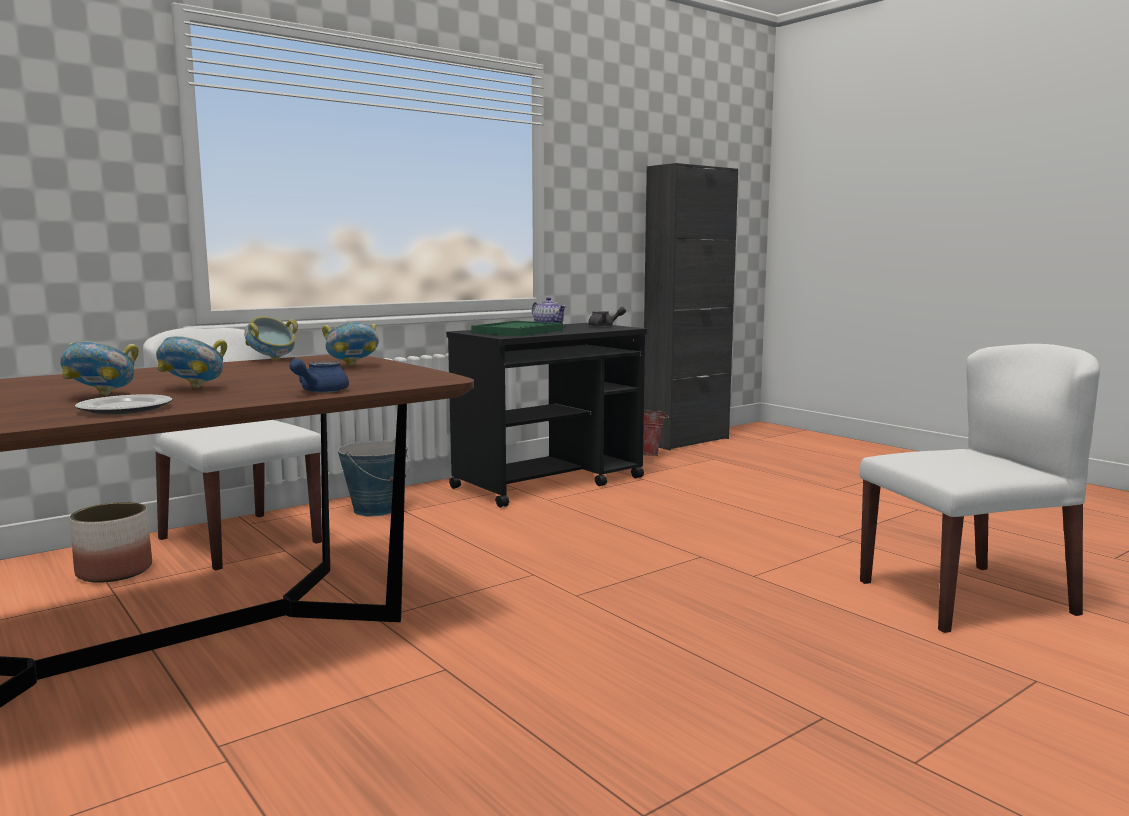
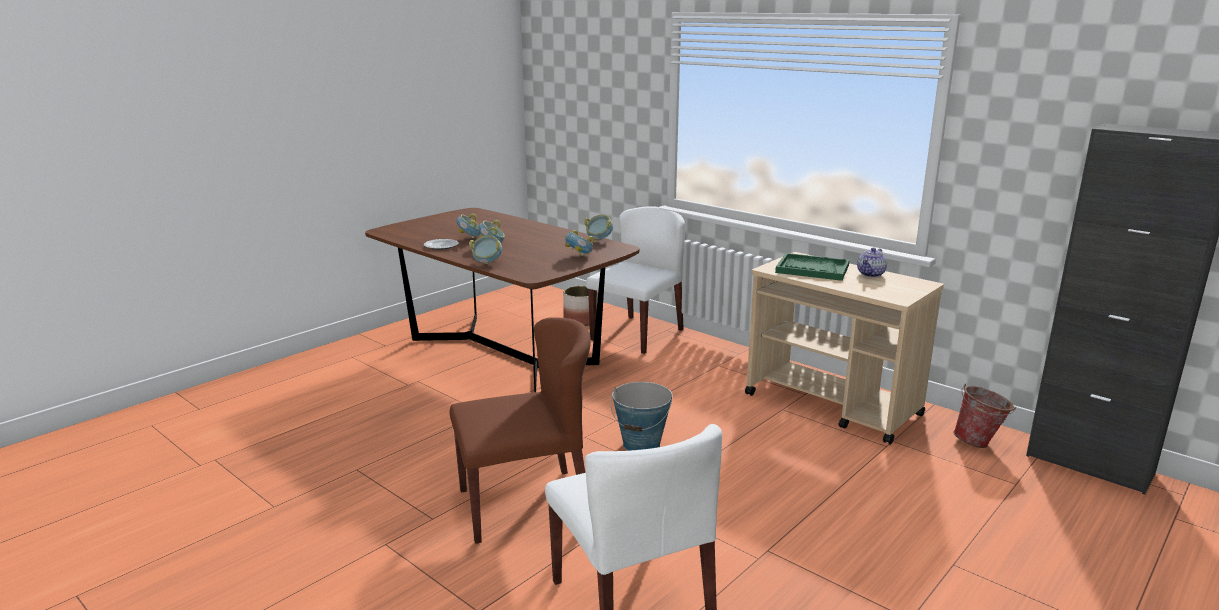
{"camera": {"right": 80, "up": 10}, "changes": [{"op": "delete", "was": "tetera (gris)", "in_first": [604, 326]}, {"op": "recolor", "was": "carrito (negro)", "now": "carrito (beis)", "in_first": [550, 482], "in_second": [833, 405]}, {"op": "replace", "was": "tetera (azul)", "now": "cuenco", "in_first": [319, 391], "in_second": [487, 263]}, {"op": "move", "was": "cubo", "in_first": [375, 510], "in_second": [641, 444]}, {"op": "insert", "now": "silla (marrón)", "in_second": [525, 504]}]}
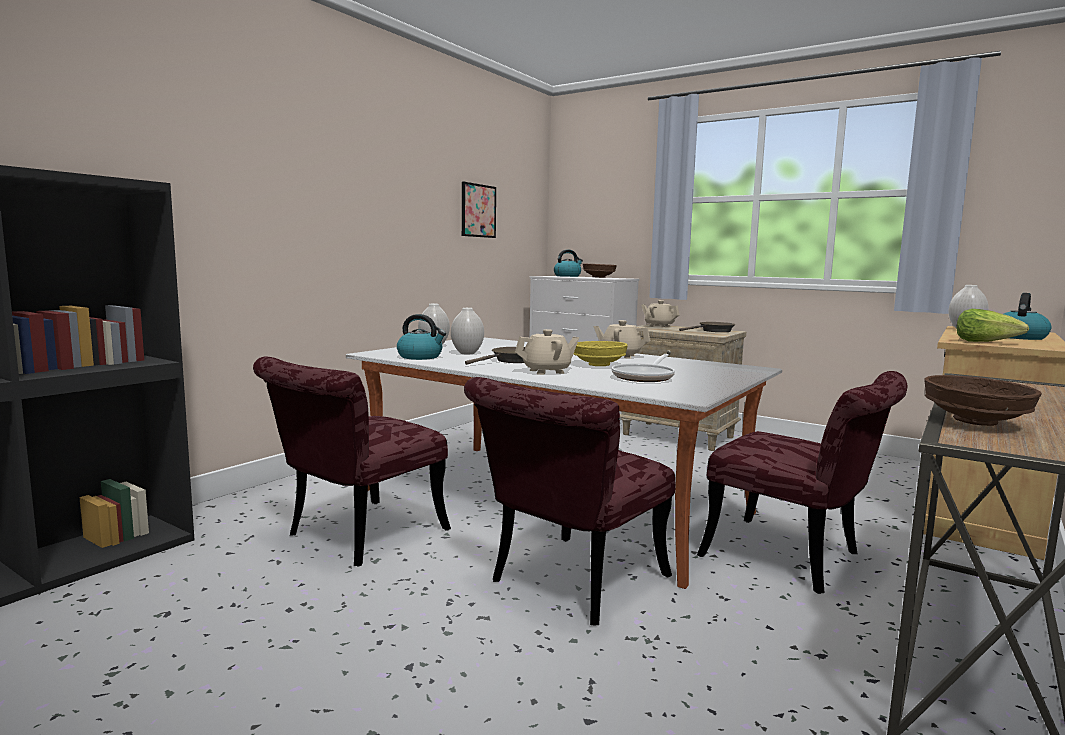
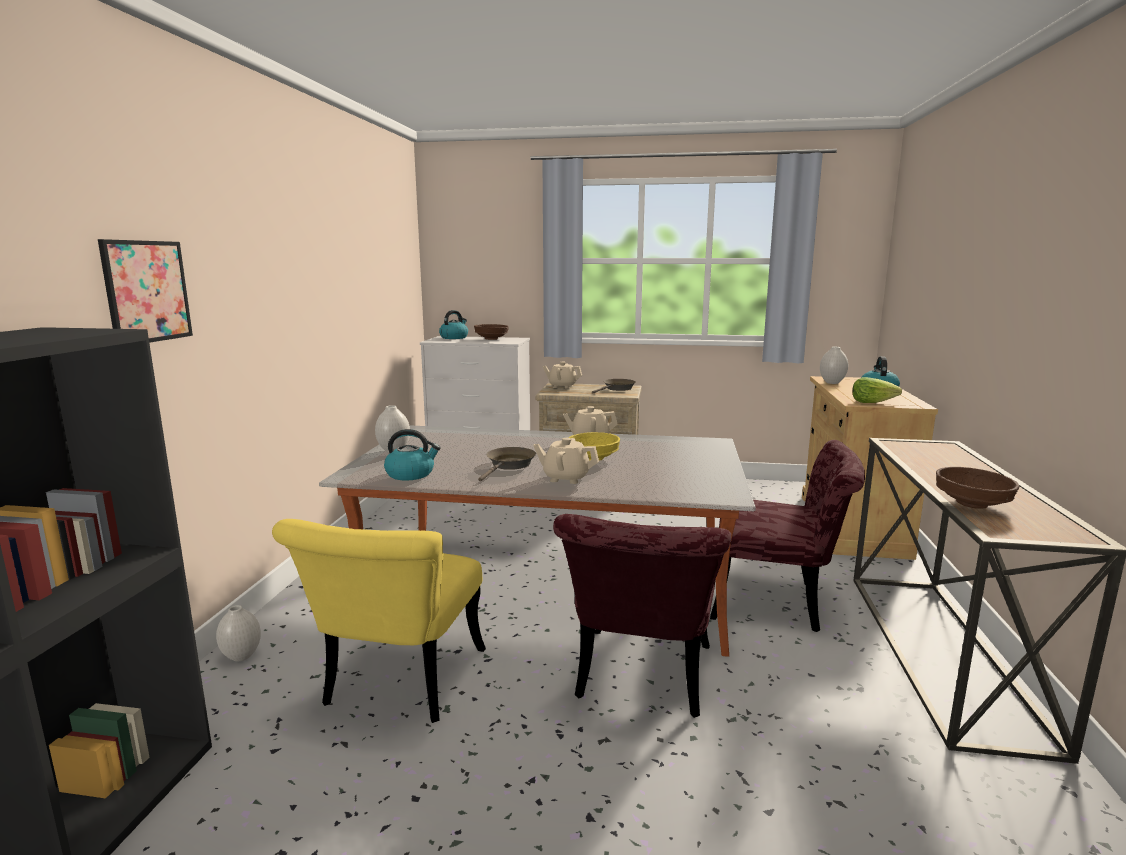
{"camera": {"right": -25, "up": 5}, "changes": [{"op": "move", "was": "cuadro", "in_first": [478, 210], "in_second": [147, 291]}, {"op": "move", "was": "florero (blanco)", "in_first": [466, 353], "in_second": [241, 656]}, {"op": "rotate", "was": "tetera (beis)", "in_first": [547, 371], "in_second": [566, 478], "clockwise": -120}, {"op": "delete", "was": "sartén", "in_first": [645, 377]}, {"op": "recolor", "was": "silla (rojo)", "now": "silla (amarillo)", "in_first": [355, 537], "in_second": [398, 687]}]}
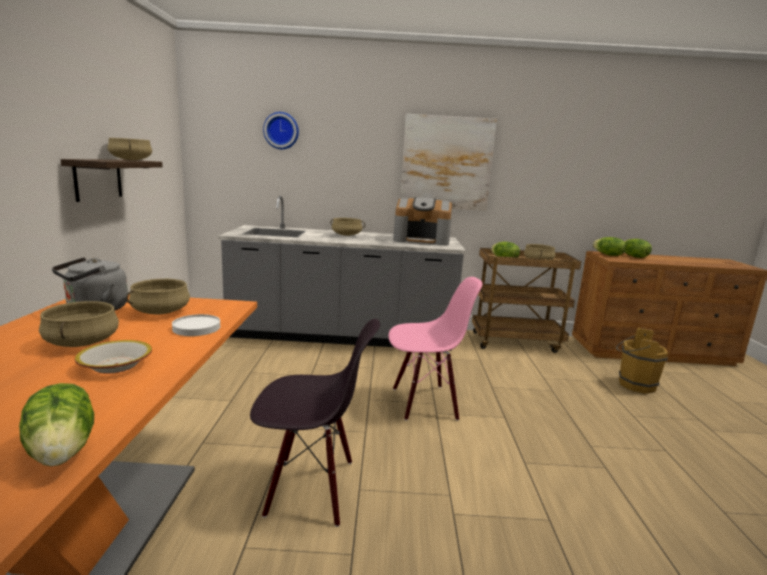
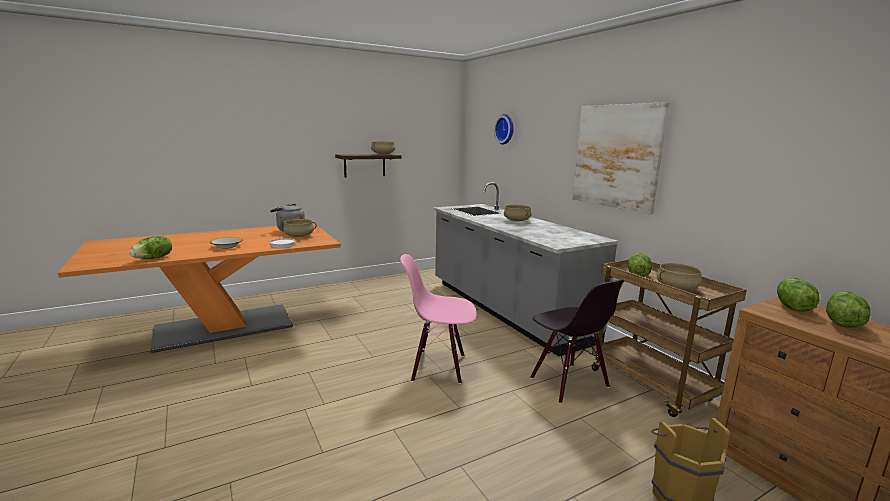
{"camera": {"right": 60, "up": 0}, "changes": [{"op": "delete", "was": "cafetera", "in_first": [422, 240]}, {"op": "rotate", "was": "silla (rosa)", "in_first": [424, 403], "in_second": [438, 367], "clockwise": 135}, {"op": "delete", "was": "olla (beis)", "in_first": [81, 342]}, {"op": "move", "was": "silla (negro)", "in_first": [311, 488], "in_second": [568, 383]}]}
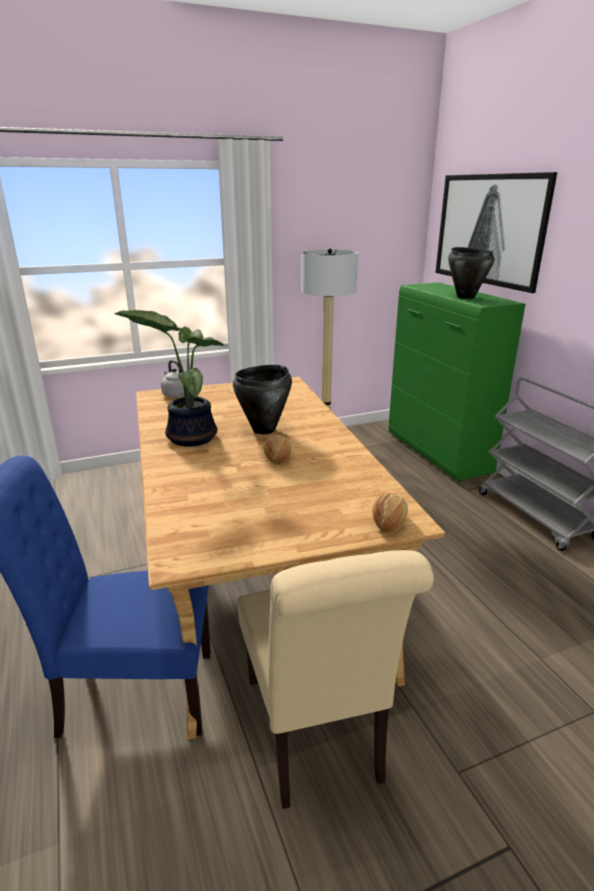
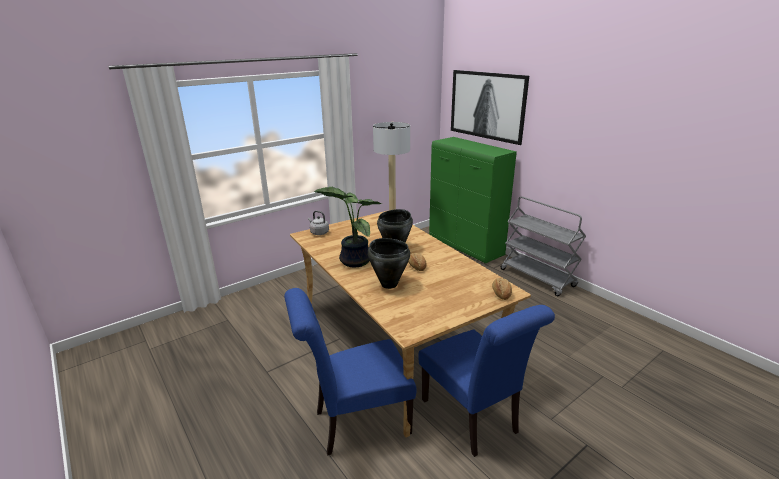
{"camera": {"right": -15, "up": 0}, "changes": [{"op": "move", "was": "olla (negro)", "in_first": [465, 297], "in_second": [389, 284]}, {"op": "recolor", "was": "silla (beis)", "now": "silla (azul)", "in_first": [316, 735], "in_second": [473, 419]}]}
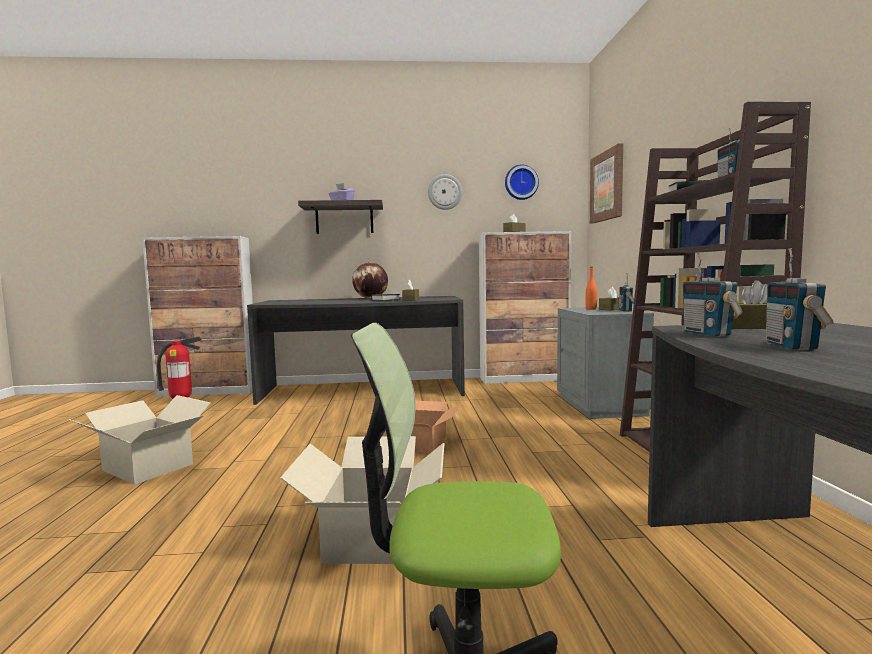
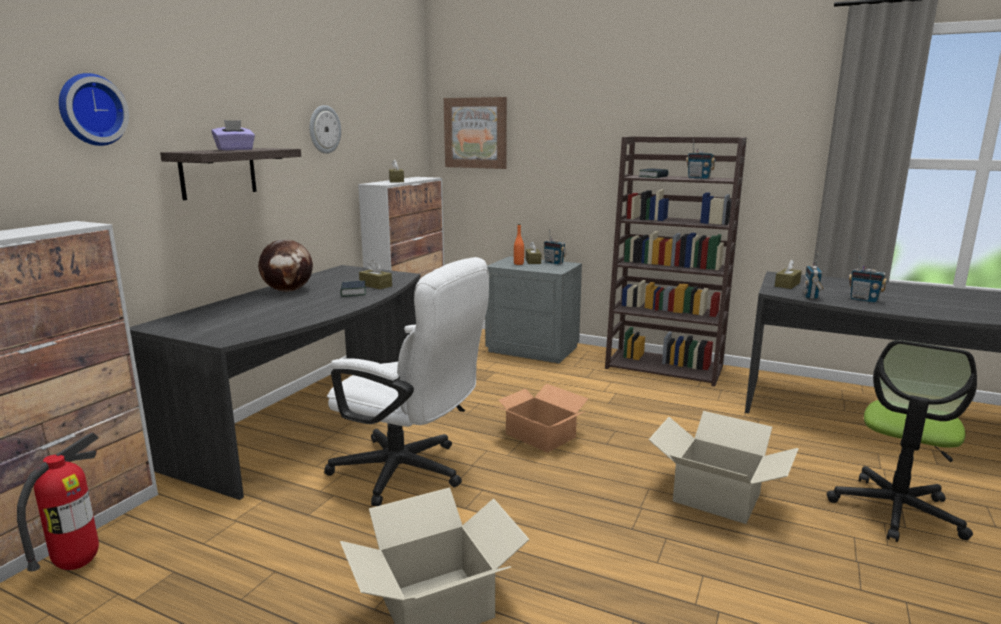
{"camera": {"right": -60, "up": 10}, "changes": [{"op": "move", "was": "reloj de pared", "in_first": [521, 182], "in_second": [90, 110]}, {"op": "rotate", "was": "radio", "in_first": [707, 334], "in_second": [810, 296], "clockwise": 90}, {"op": "insert", "now": "silla de oficina (blanco)", "in_second": [409, 473]}]}
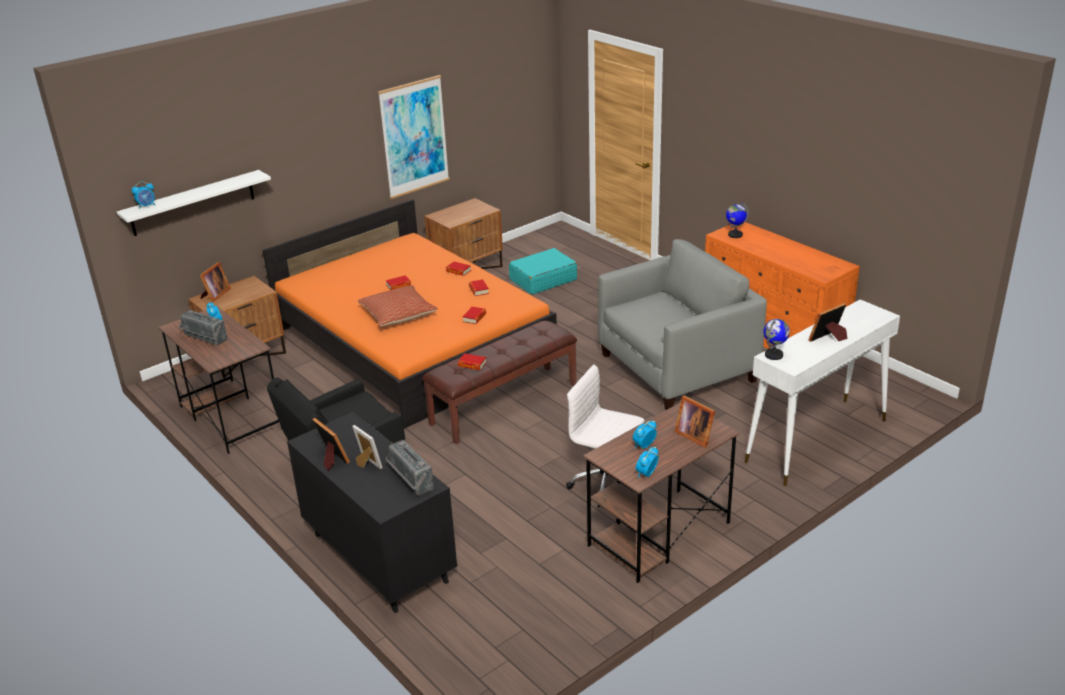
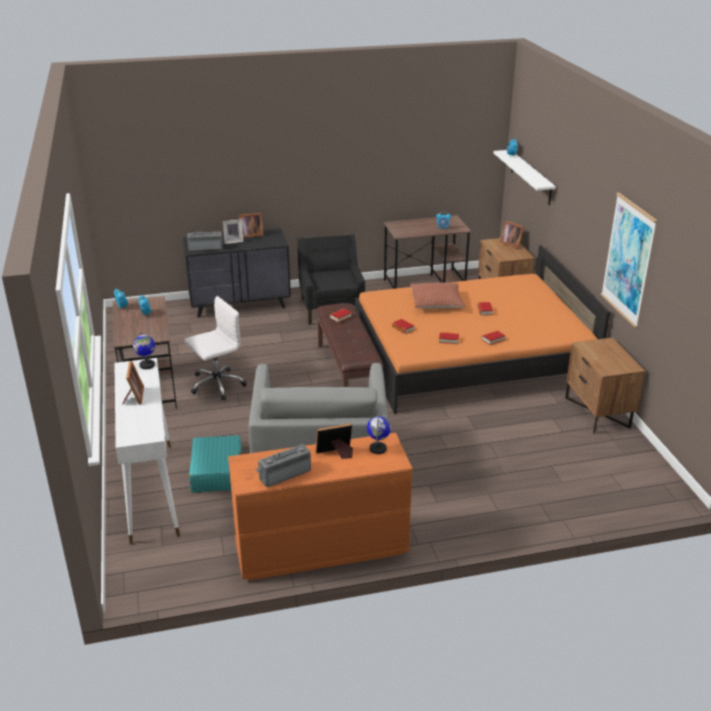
{"camera": {"right": 115, "up": 0}, "changes": [{"op": "move", "was": "maleta (turquesa)", "in_first": [542, 280], "in_second": [217, 472]}, {"op": "move", "was": "radio", "in_first": [203, 338], "in_second": [284, 474]}, {"op": "move", "was": "portarretratos", "in_first": [694, 435], "in_second": [336, 453]}]}
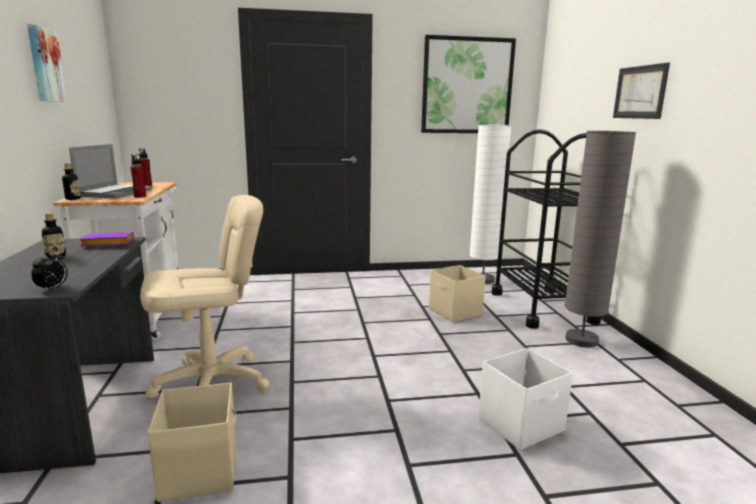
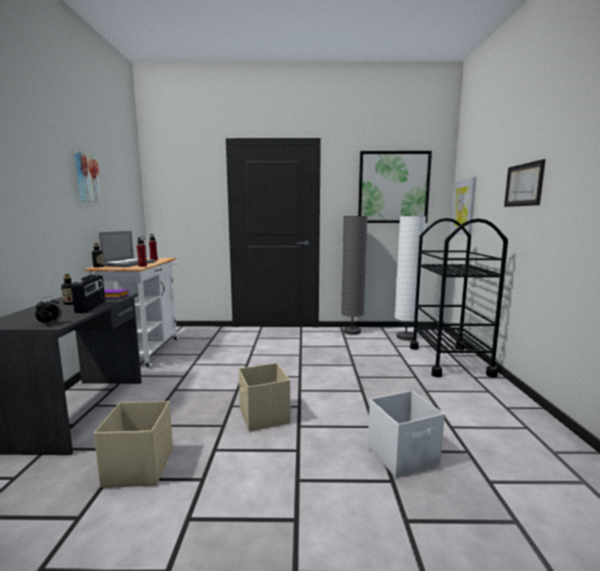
{"camera": {"right": 10, "up": -5}, "changes": [{"op": "move", "was": "lámpara de pie (gris)", "in_first": [581, 340], "in_second": [352, 332]}, {"op": "delete", "was": "silla de oficina (beis)", "in_first": [211, 383]}, {"op": "move", "was": "caja de almacenaje (beis)", "in_first": [455, 312], "in_second": [264, 416]}, {"op": "insert", "now": "cuadro", "in_second": [463, 207]}, {"op": "insert", "now": "radio", "in_second": [91, 307]}]}
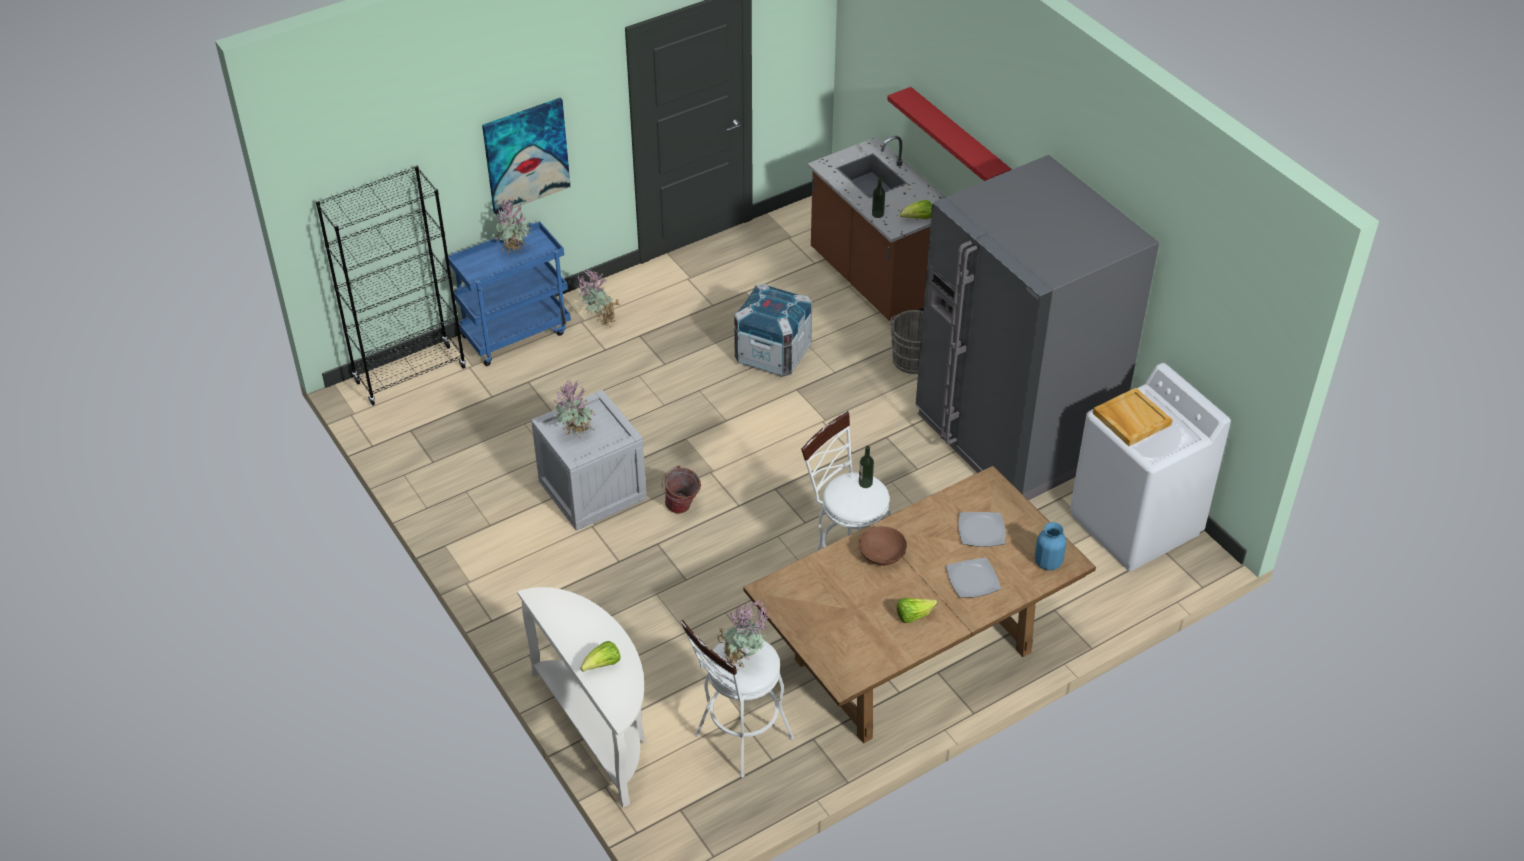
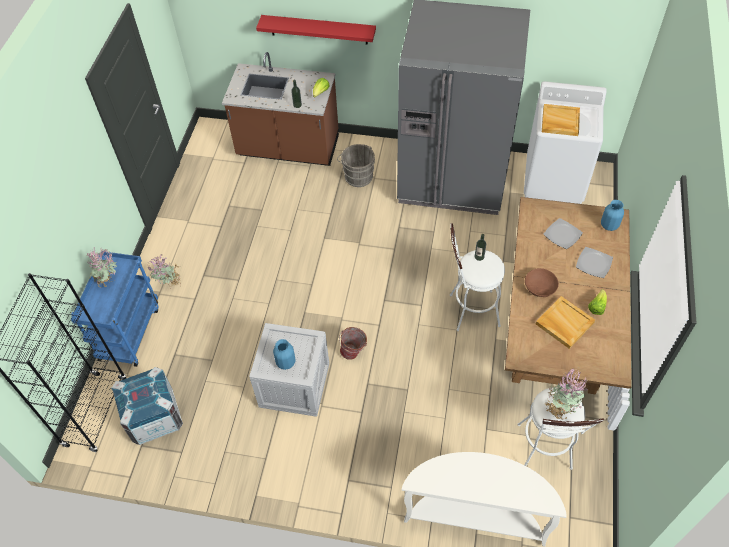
{"camera": {"right": -45, "up": 10}, "changes": [{"op": "delete", "was": "cuadro", "in_first": [526, 155]}, {"op": "move", "was": "caja de embalaje", "in_first": [773, 354], "in_second": [154, 418]}, {"op": "replace", "was": "planta en maceta", "now": "florero (azul)", "in_first": [576, 435], "in_second": [286, 362]}, {"op": "delete", "was": "lechuga", "in_first": [602, 665]}, {"op": "insert", "now": "bandeja (beis)", "in_second": [564, 323]}]}
